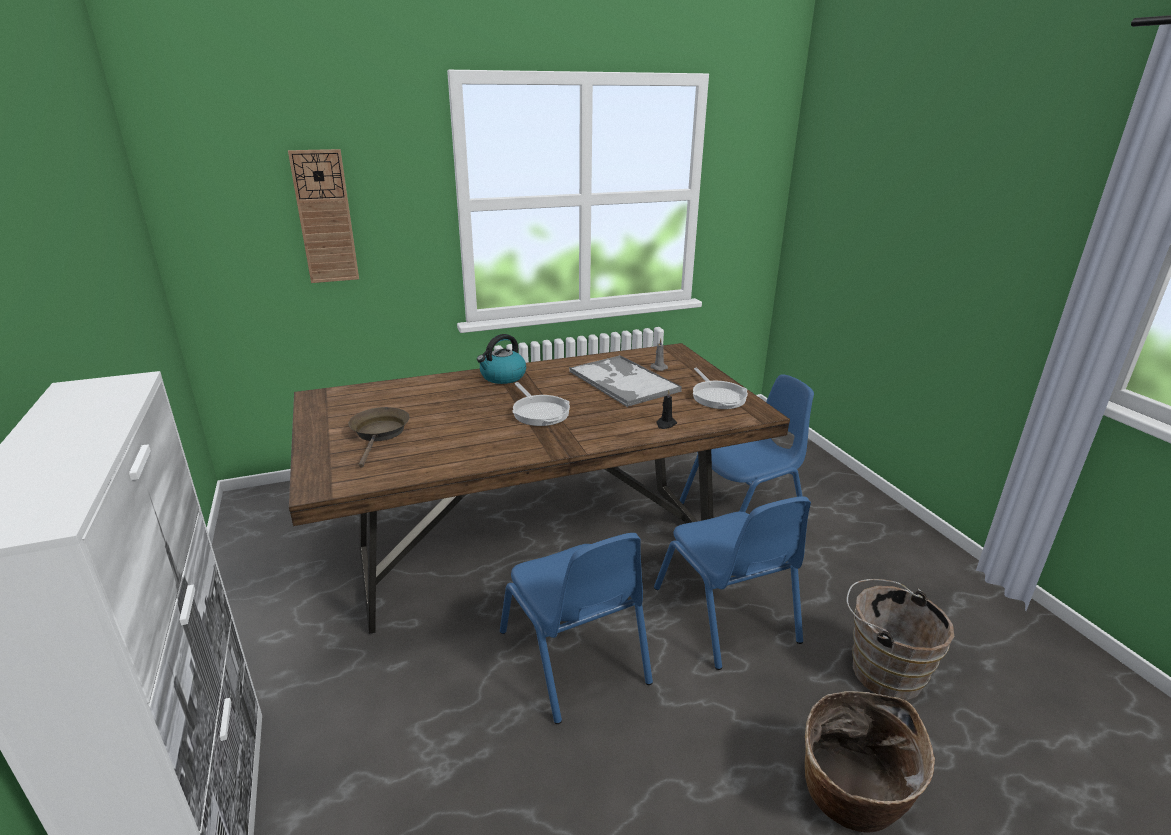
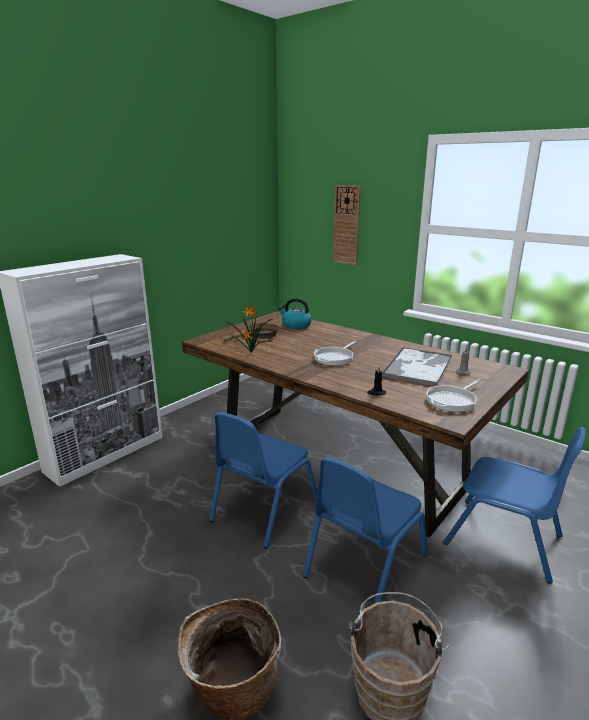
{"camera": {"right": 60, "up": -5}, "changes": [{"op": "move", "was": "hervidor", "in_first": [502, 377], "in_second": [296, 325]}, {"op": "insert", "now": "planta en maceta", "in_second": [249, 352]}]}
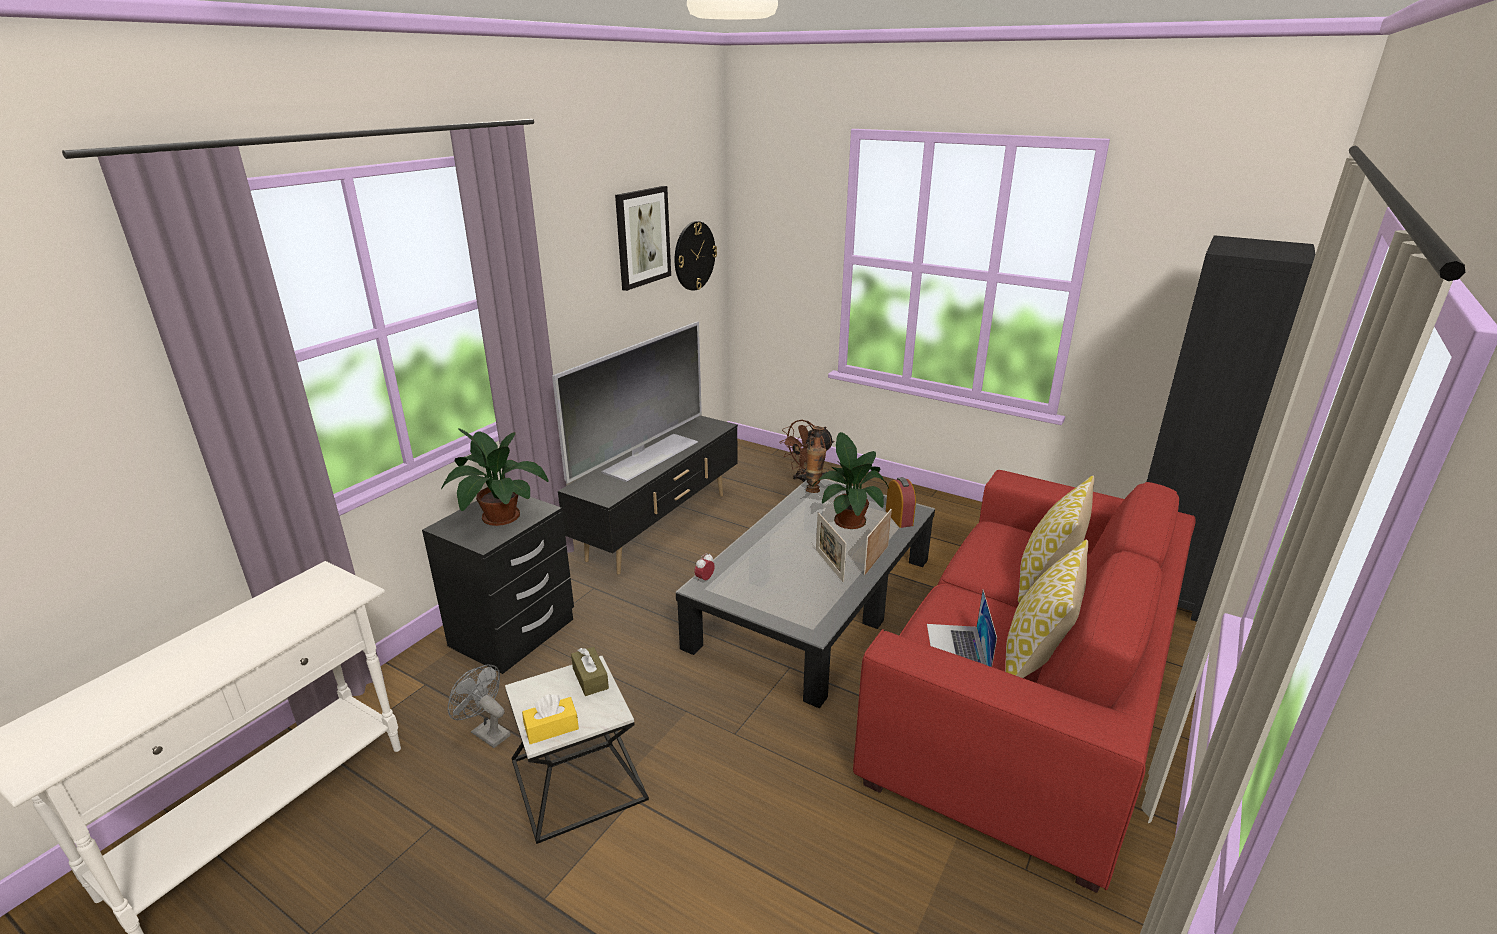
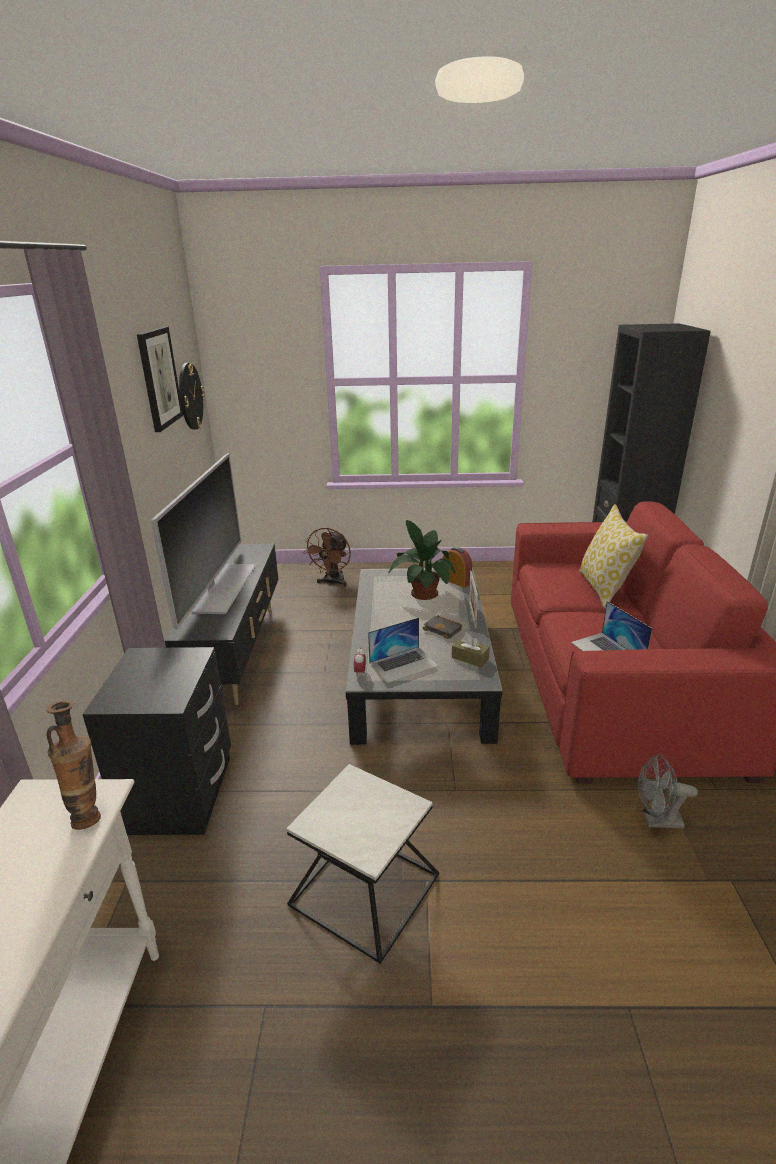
{"camera": {"right": -30, "up": 0}, "changes": [{"op": "move", "was": "florero", "in_first": [814, 489], "in_second": [89, 814]}, {"op": "delete", "was": "planta en maceta", "in_first": [497, 516]}, {"op": "replace", "was": "portarretratos", "now": "libro (negro)", "in_first": [829, 565], "in_second": [444, 629]}, {"op": "delete", "was": "cojín", "in_first": [1036, 659]}, {"op": "move", "was": "caja de pañuelos (marrón)", "in_first": [590, 678], "in_second": [470, 658]}, {"op": "move", "was": "ventilador (gris)", "in_first": [486, 732], "in_second": [656, 820]}, {"op": "delete", "was": "caja de pañuelos (amarillo)", "in_first": [551, 728]}, {"op": "insert", "now": "portátil", "in_second": [403, 664]}]}
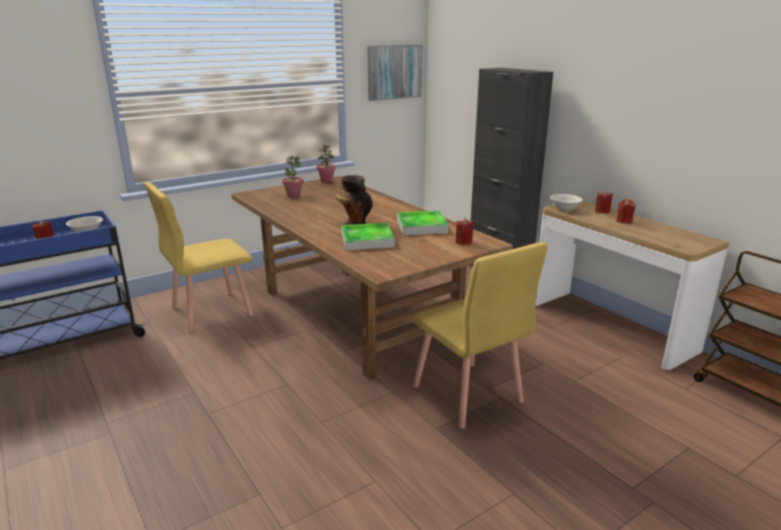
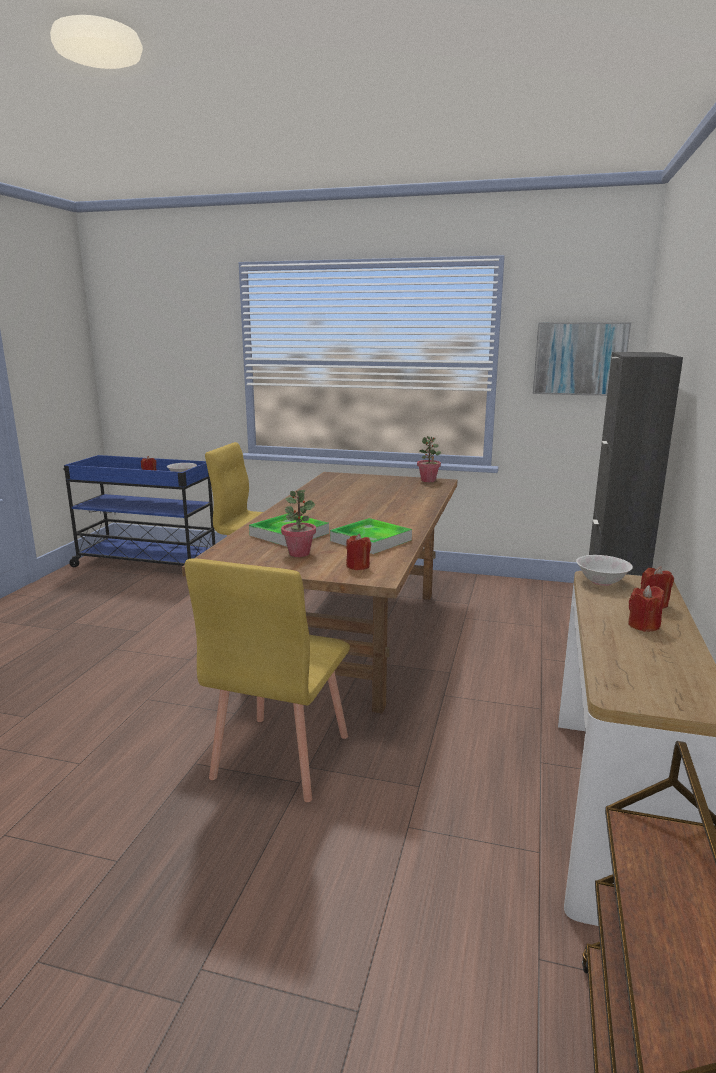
{"camera": {"right": 50, "up": -5}, "changes": [{"op": "move", "was": "planta en maceta", "in_first": [293, 196], "in_second": [299, 553]}, {"op": "delete", "was": "florero", "in_first": [354, 223]}]}
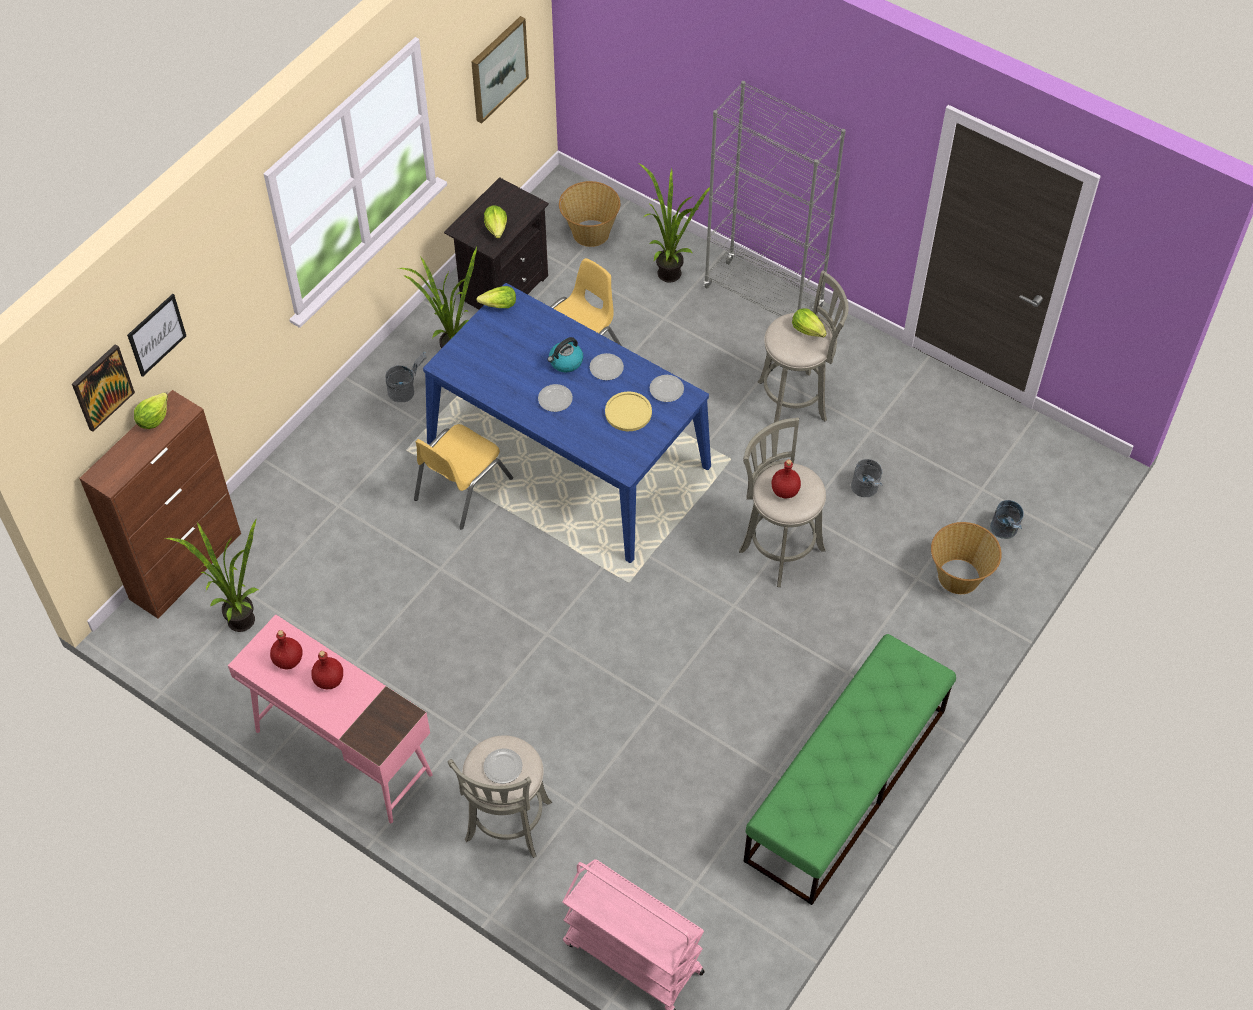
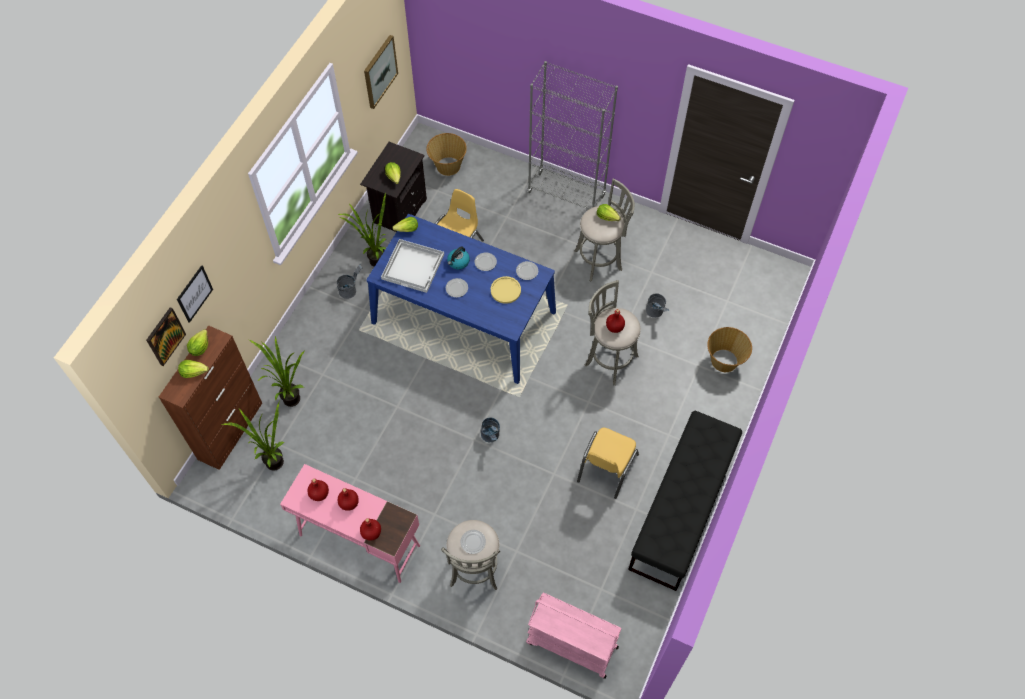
{"camera": {"right": -10, "up": 5}, "changes": [{"op": "move", "was": "planta en maceta", "in_first": [667, 270], "in_second": [290, 396]}, {"op": "move", "was": "silla (amarillo)", "in_first": [462, 488], "in_second": [606, 468]}, {"op": "move", "was": "cubo (gris)", "in_first": [1005, 532], "in_second": [491, 437]}, {"op": "recolor", "was": "banco (verde)", "now": "banco (negro)", "in_first": [845, 785], "in_second": [681, 509]}, {"op": "insert", "now": "bandeja (blanco)", "in_second": [413, 266]}, {"op": "insert", "now": "lechuga", "in_second": [194, 372]}, {"op": "insert", "now": "botella (rojo)", "in_second": [371, 532]}]}
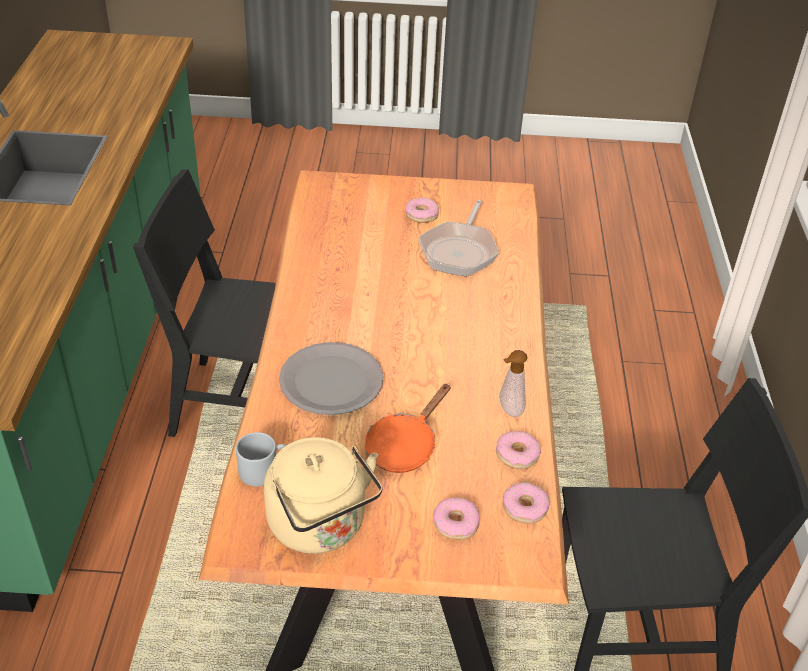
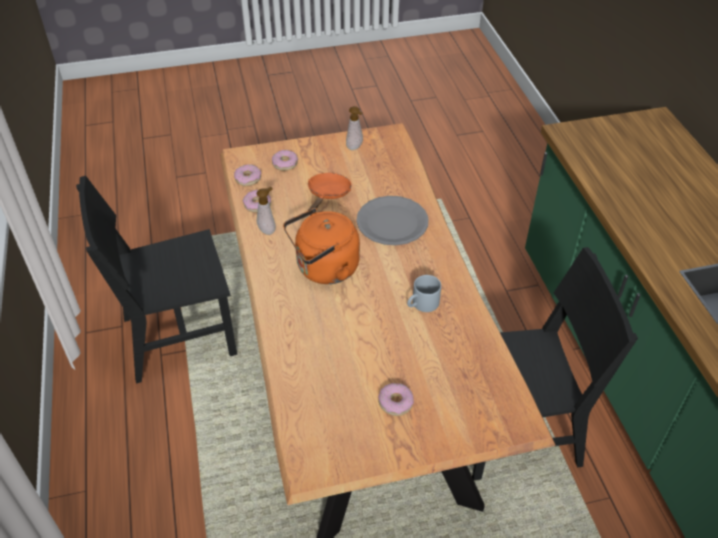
{"camera": {"right": 165, "up": 5}, "changes": [{"op": "delete", "was": "sartén", "in_first": [459, 251]}, {"op": "move", "was": "taza grande (gris)", "in_first": [265, 469], "in_second": [422, 304]}, {"op": "replace", "was": "hervidor (beis)", "now": "dispensador de jabón", "in_first": [321, 527], "in_second": [355, 148]}, {"op": "insert", "now": "hervidor (naranja)", "in_second": [324, 269]}]}
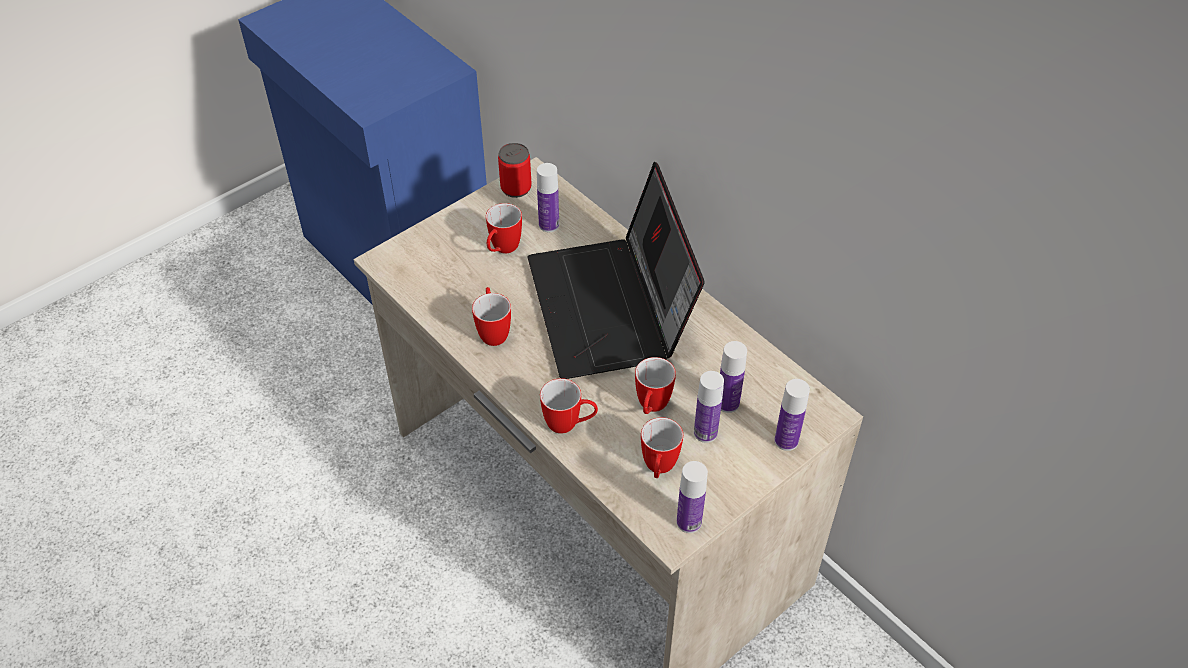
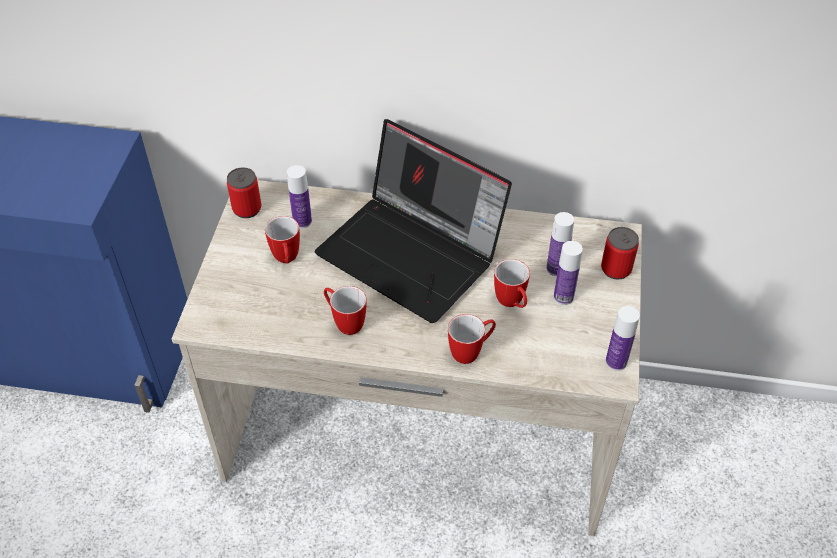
{"camera": {"right": -40, "up": 0}, "changes": [{"op": "replace", "was": "botella", "now": "lata", "in_first": [786, 441], "in_second": [616, 269]}, {"op": "delete", "was": "taza grande", "in_first": [658, 469]}]}
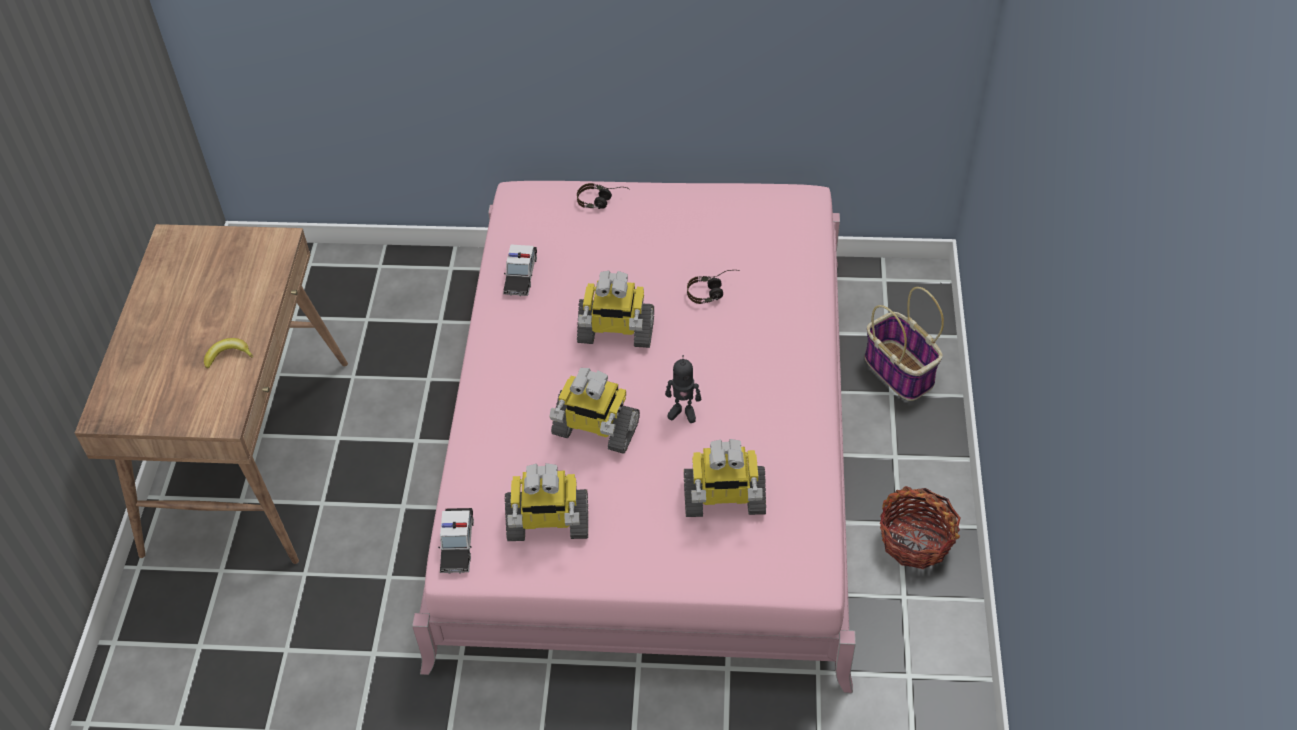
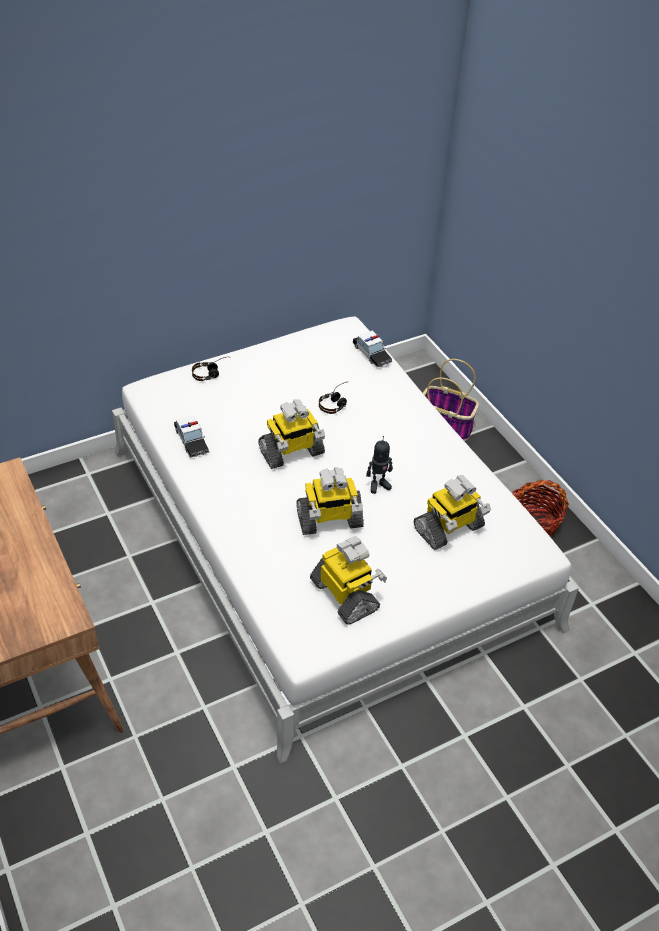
{"camera": {"right": -35, "up": -5}, "changes": [{"op": "recolor", "was": "cama (rosa)", "now": "cama (blanco)", "in_first": [651, 446], "in_second": [326, 535]}, {"op": "delete", "was": "plátano", "in_first": [228, 356]}, {"op": "rotate", "was": "robot de juguete", "in_first": [547, 523], "in_second": [346, 595], "clockwise": -90}, {"op": "move", "was": "coche de juguete", "in_first": [457, 544], "in_second": [371, 354]}]}
